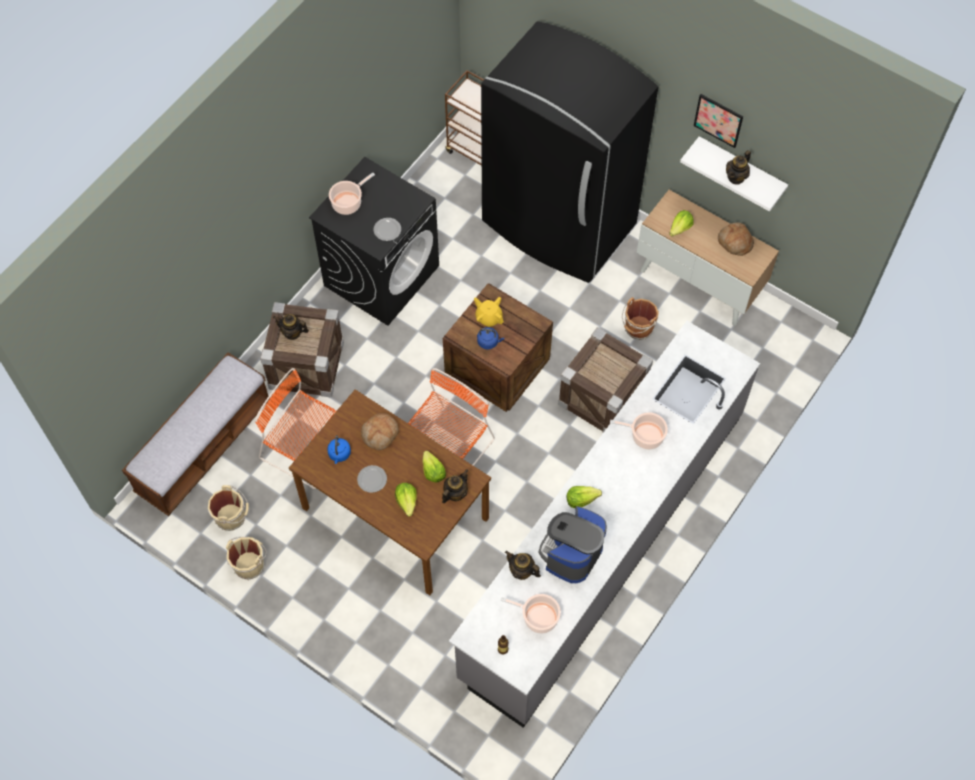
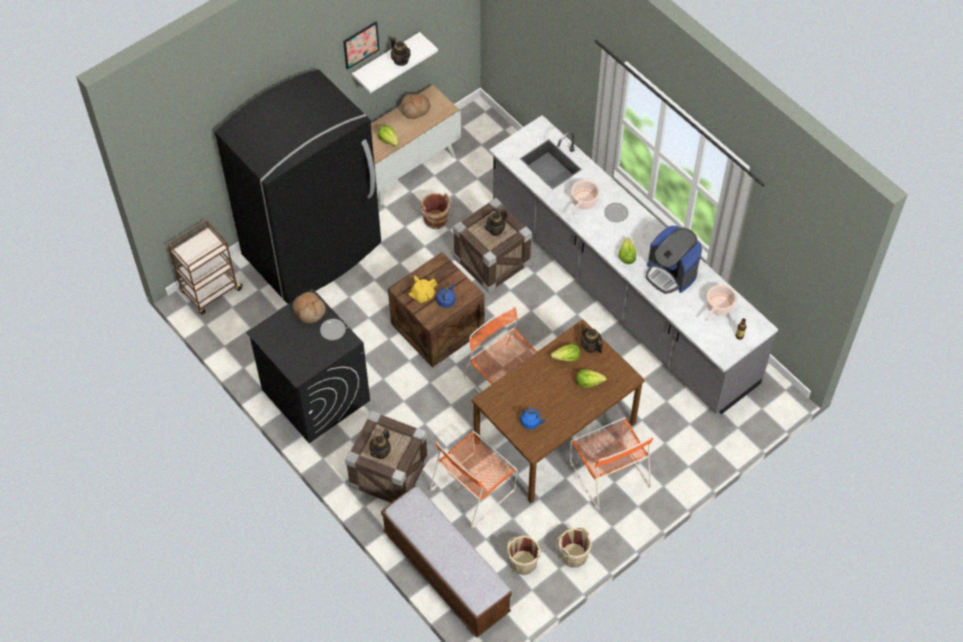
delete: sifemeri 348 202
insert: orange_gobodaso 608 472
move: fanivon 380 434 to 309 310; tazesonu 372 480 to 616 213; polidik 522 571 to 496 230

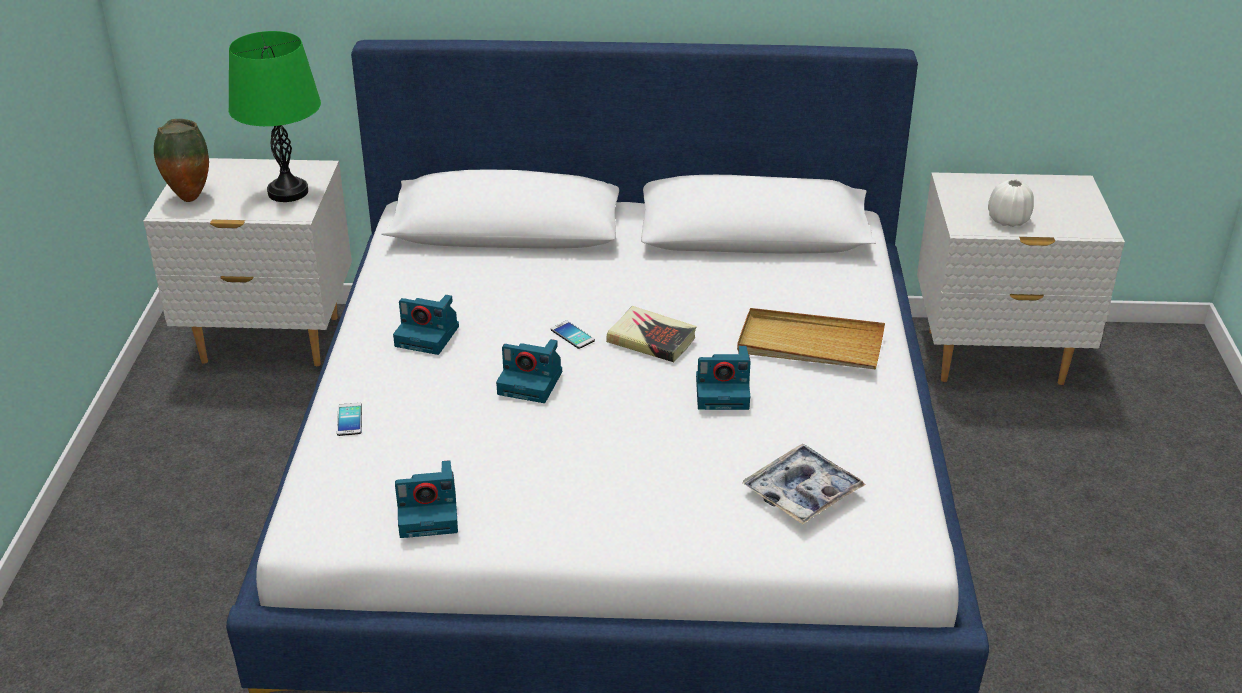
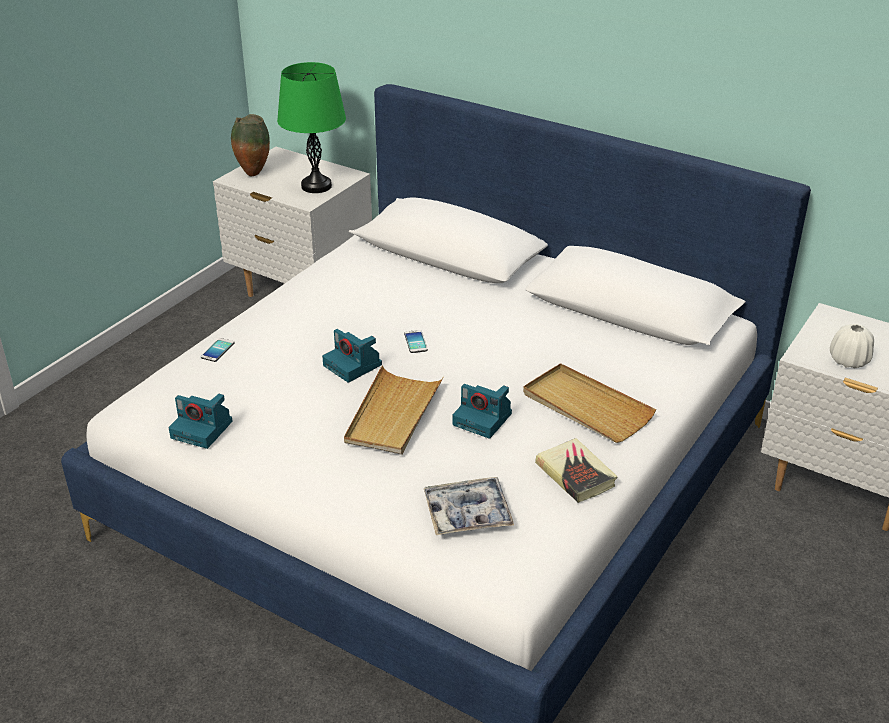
delete: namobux 429 336
insert: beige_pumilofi 393 414
move: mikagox 651 339 to 575 474

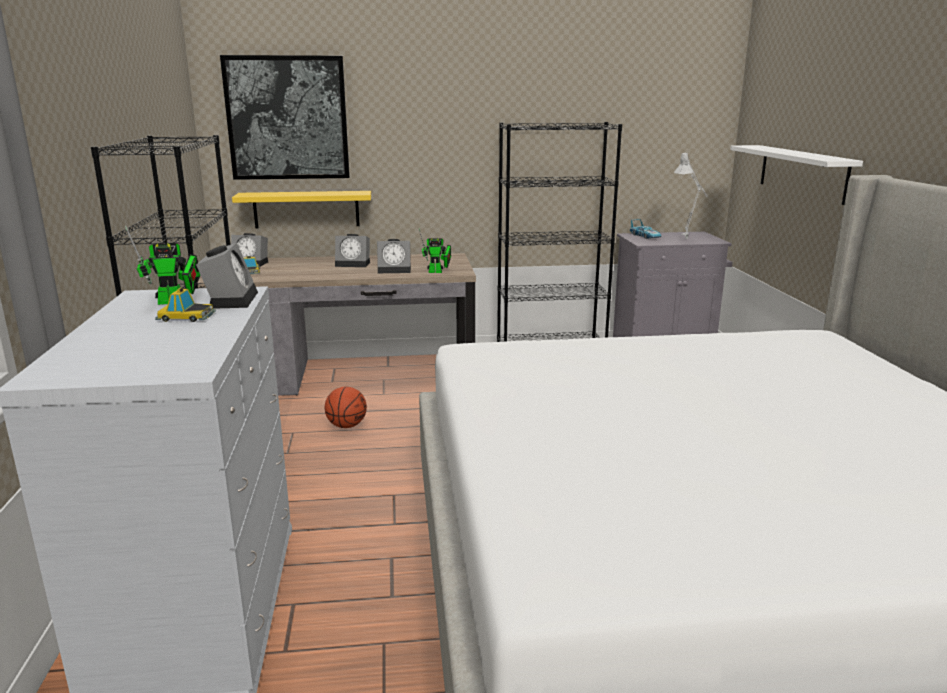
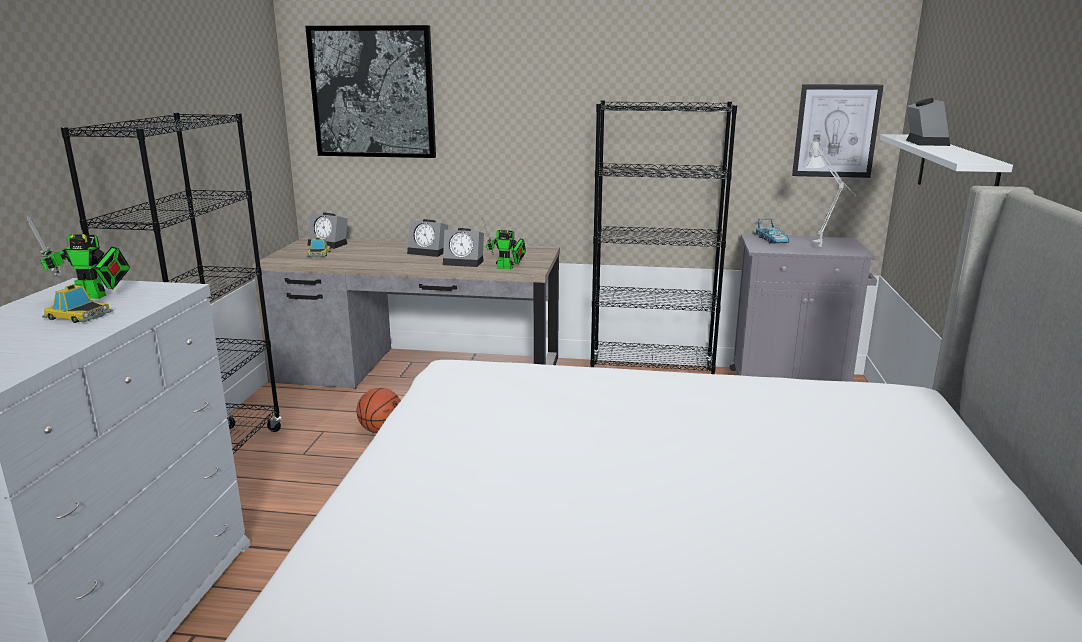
delete: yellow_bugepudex 306 209
insert: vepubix 836 131
move: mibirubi 231 299 to 924 142

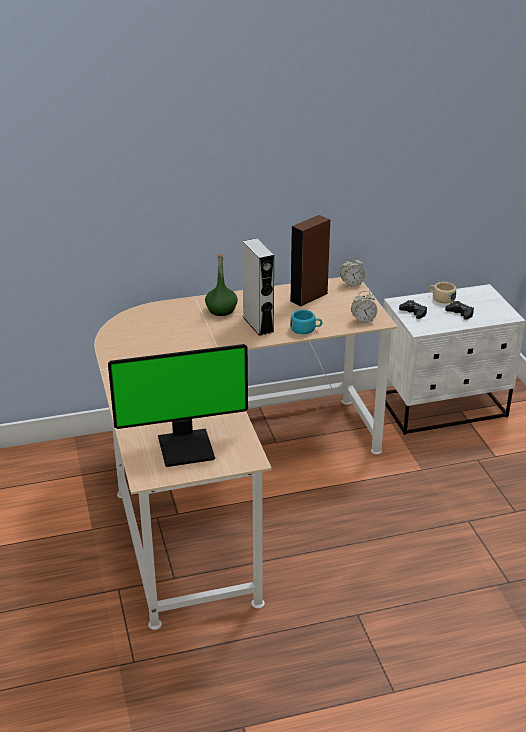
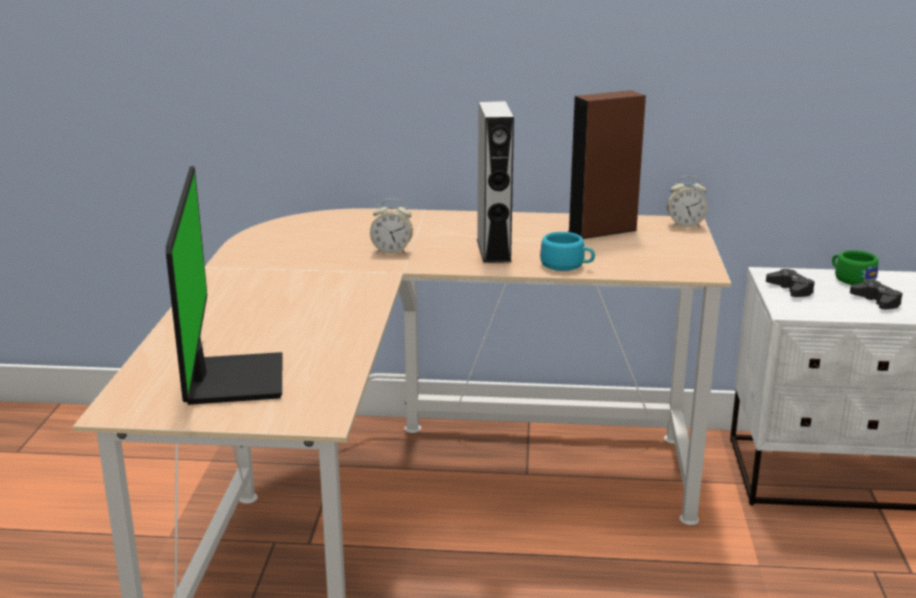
delete: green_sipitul 221 310
move: mibirubi 363 320 to 392 251
recolor: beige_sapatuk 441 298 to green_sapatuk 850 278
rotate: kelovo 186 446 = 229 380 105 degrees counterclockwise

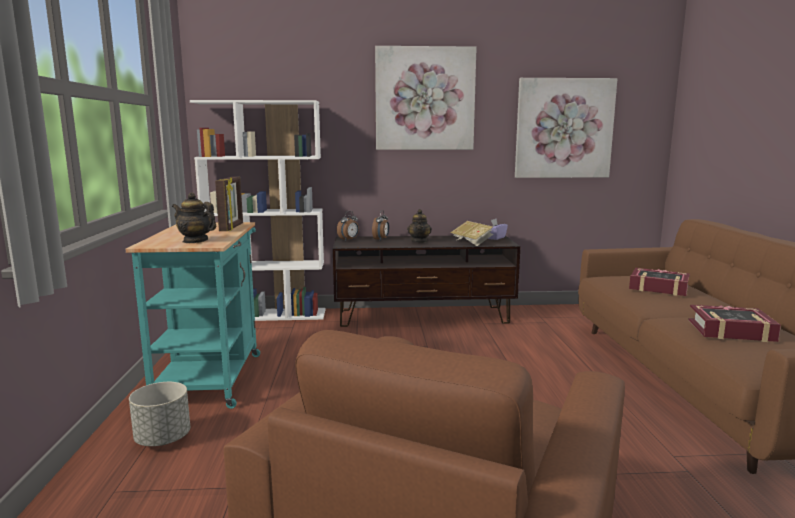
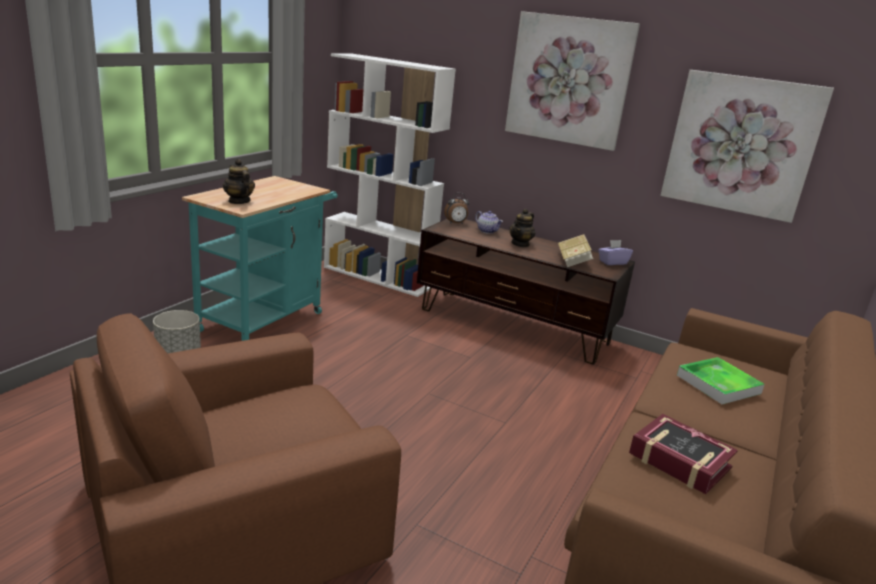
delete: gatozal 232 227
replace: mibirubi 381 239 to polidik 487 231; mikagox 658 288 to pumilofi 718 384

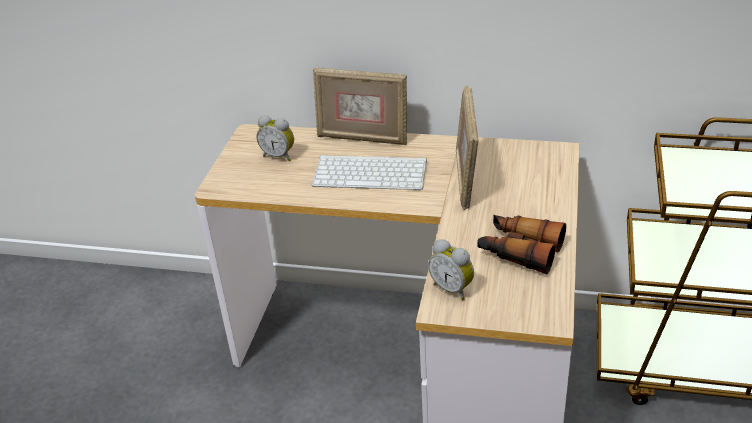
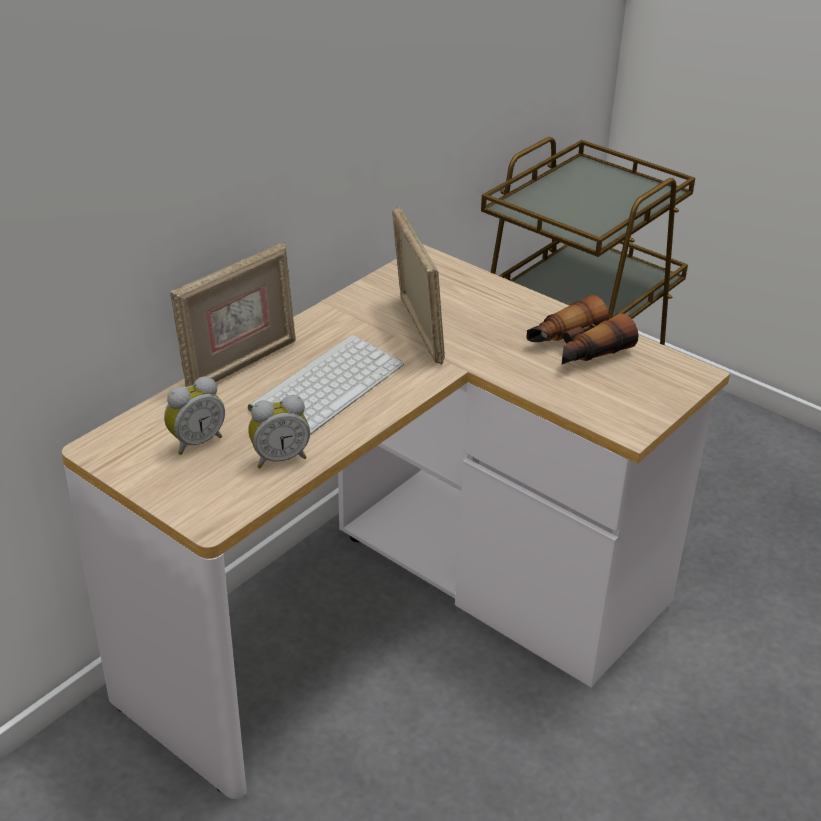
move: mibirubi 452 288 to 279 458
rotate: gatozal 466 180 = 416 330 135 degrees counterclockwise

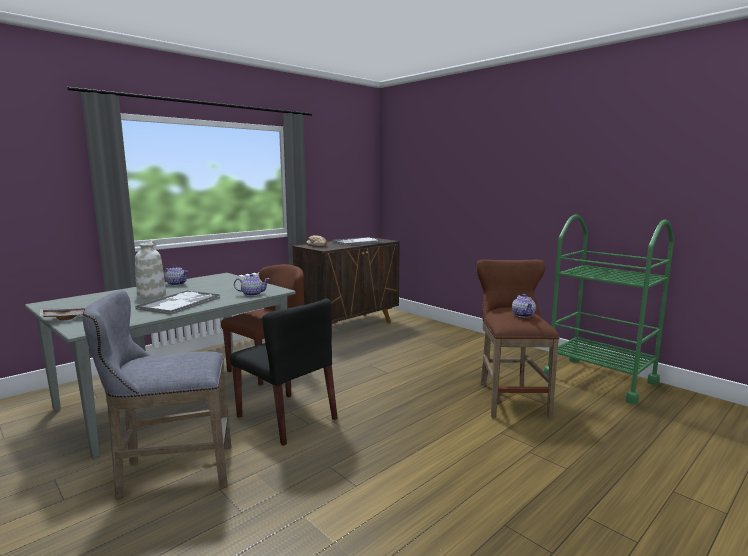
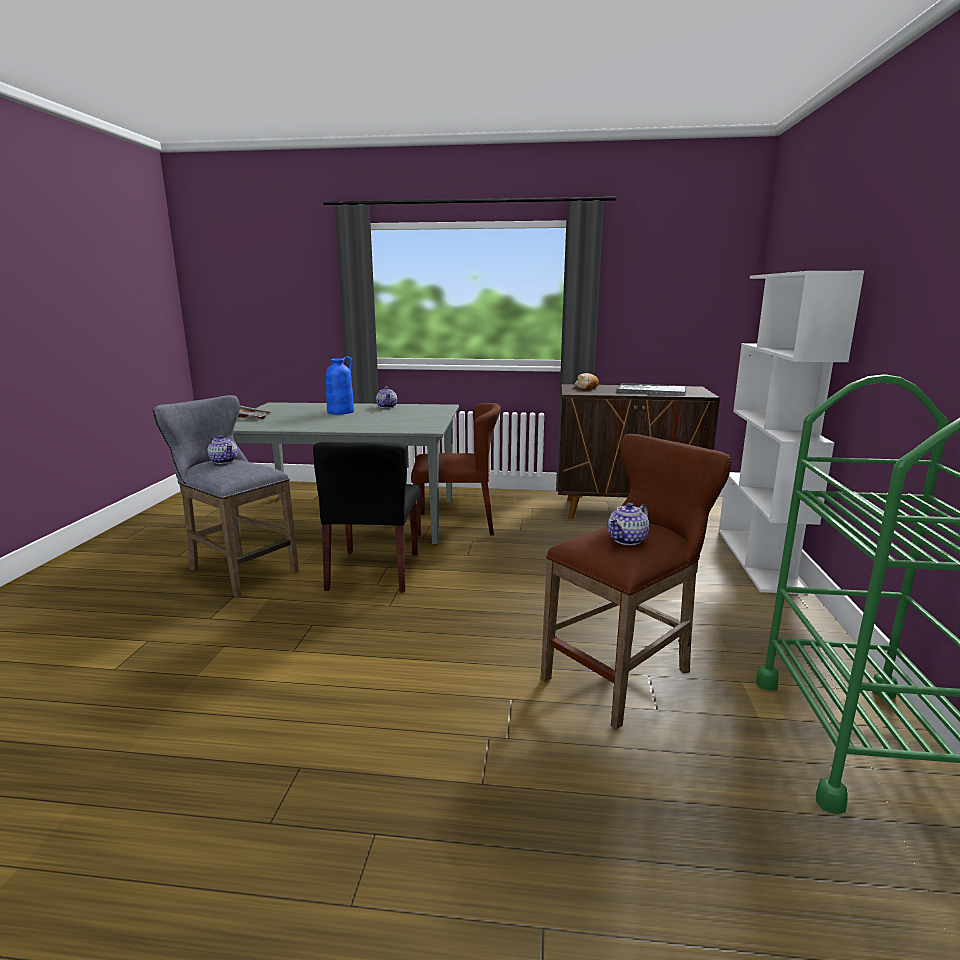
delete: pumilofi 180 303
insert: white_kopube 759 559
move: polidik 252 294 to 224 461
recolor: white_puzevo 151 295 to blue_puzevo 341 412

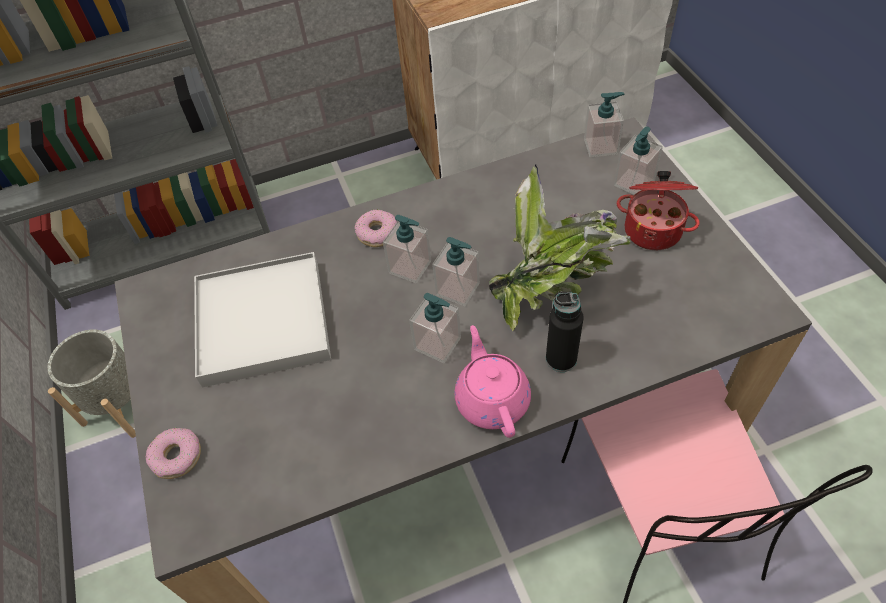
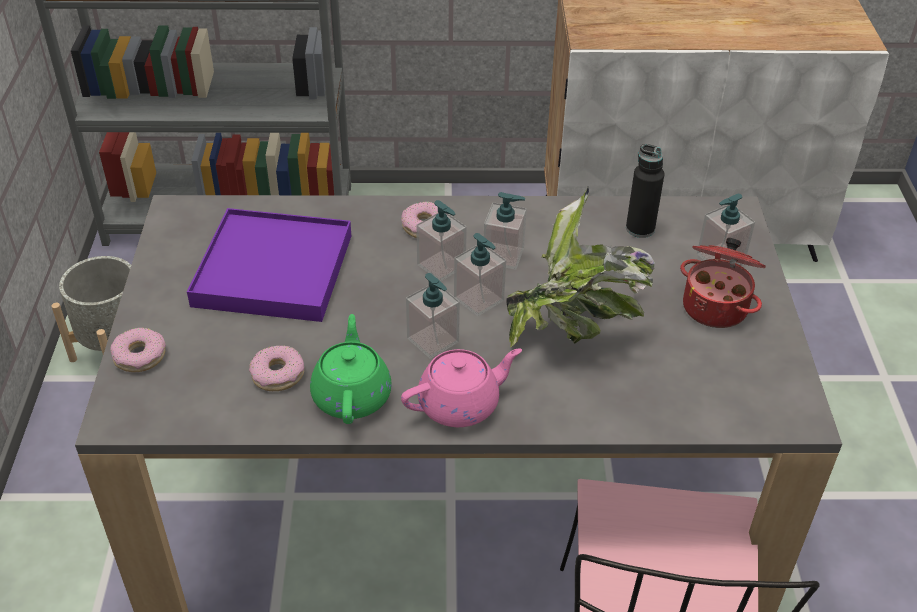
insert: green_polidik 352 395; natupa 278 374
move: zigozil 601 146 to 503 256; black_sipitul 561 359 to 640 229
recolor: white_pumilofi 262 322 to purple_pumilofi 273 270
rotate: pink_polidik 492 399 = 460 404 60 degrees clockwise

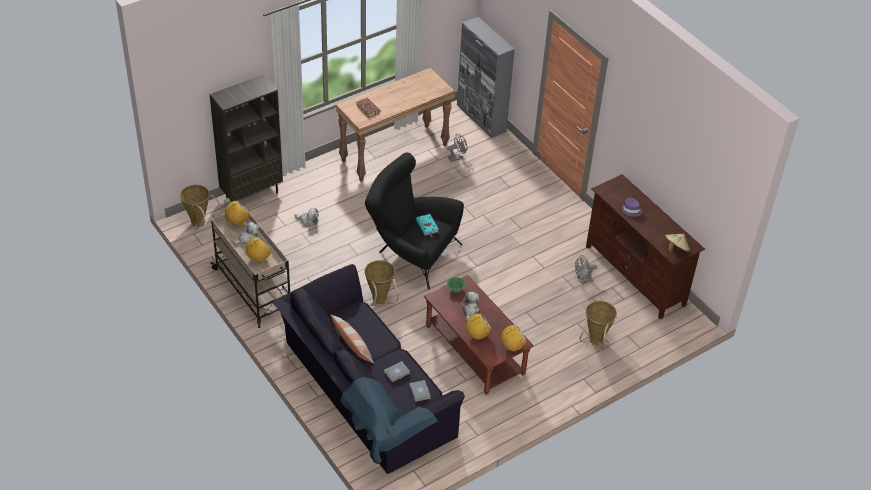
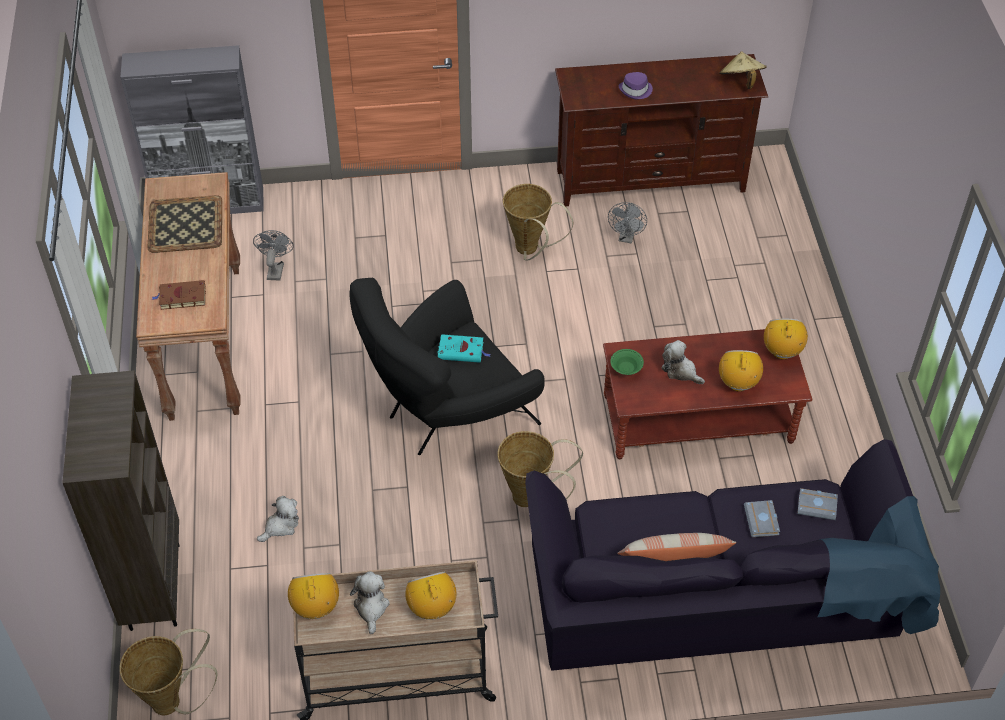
insert: pumilofi 184 225
move: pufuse 594 342 to 530 251

